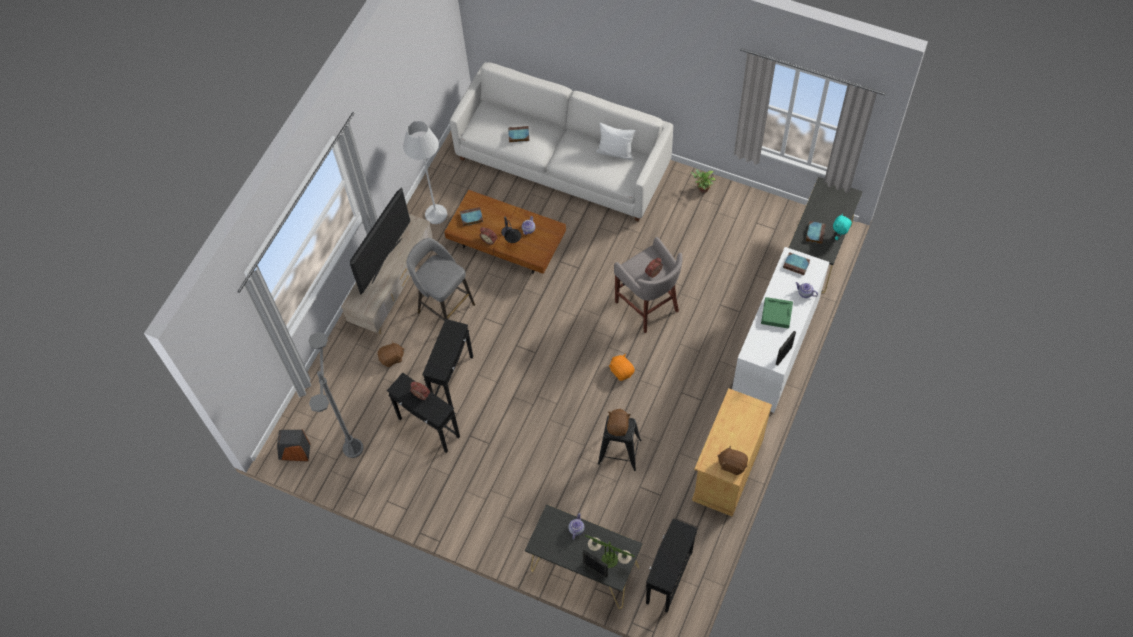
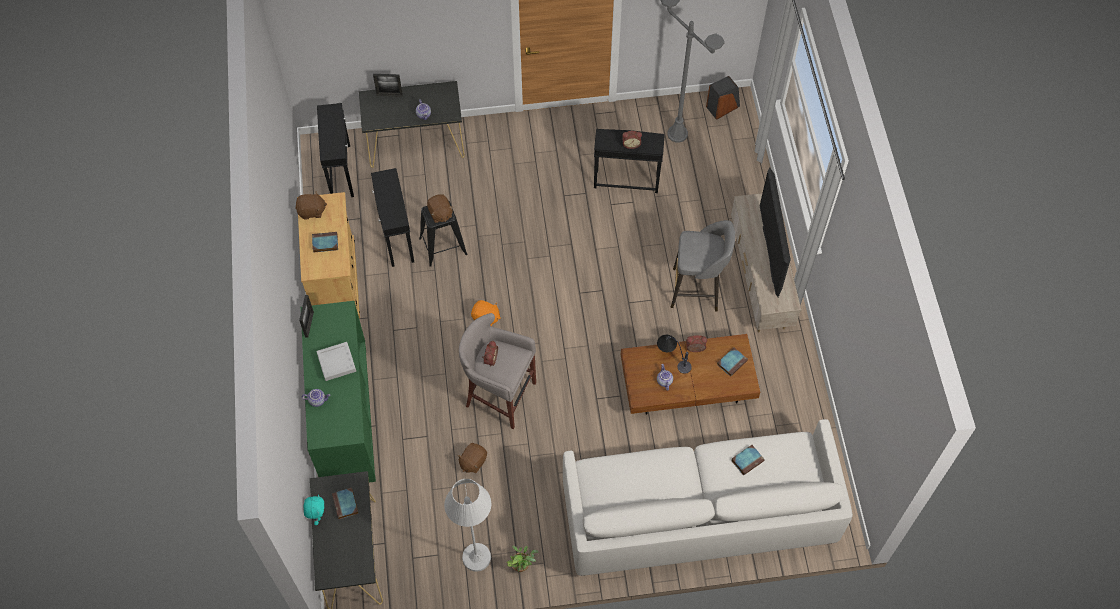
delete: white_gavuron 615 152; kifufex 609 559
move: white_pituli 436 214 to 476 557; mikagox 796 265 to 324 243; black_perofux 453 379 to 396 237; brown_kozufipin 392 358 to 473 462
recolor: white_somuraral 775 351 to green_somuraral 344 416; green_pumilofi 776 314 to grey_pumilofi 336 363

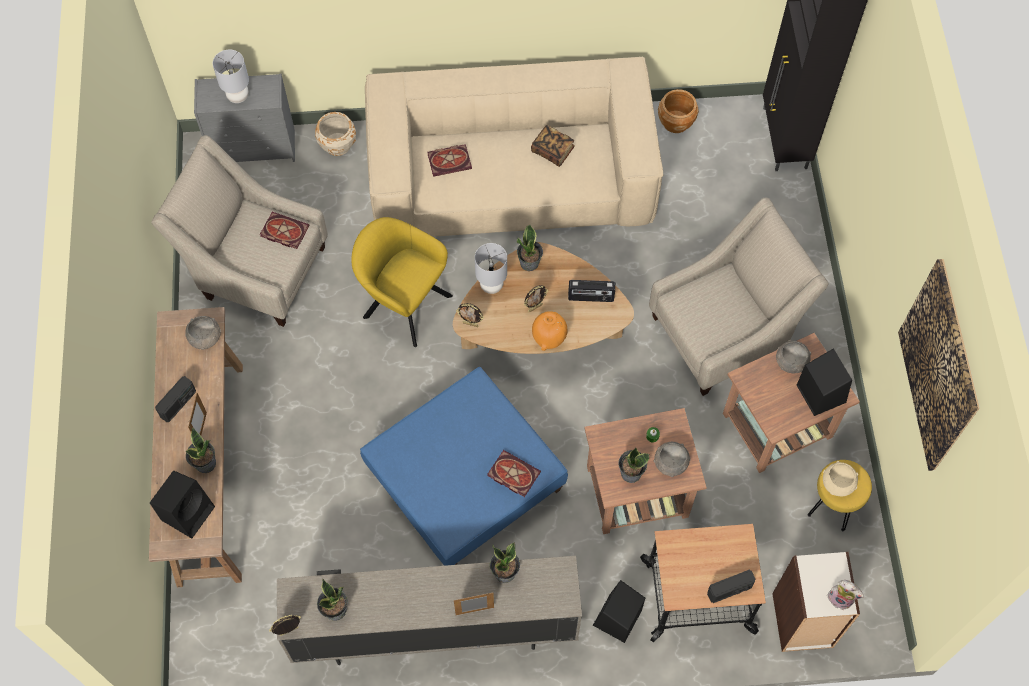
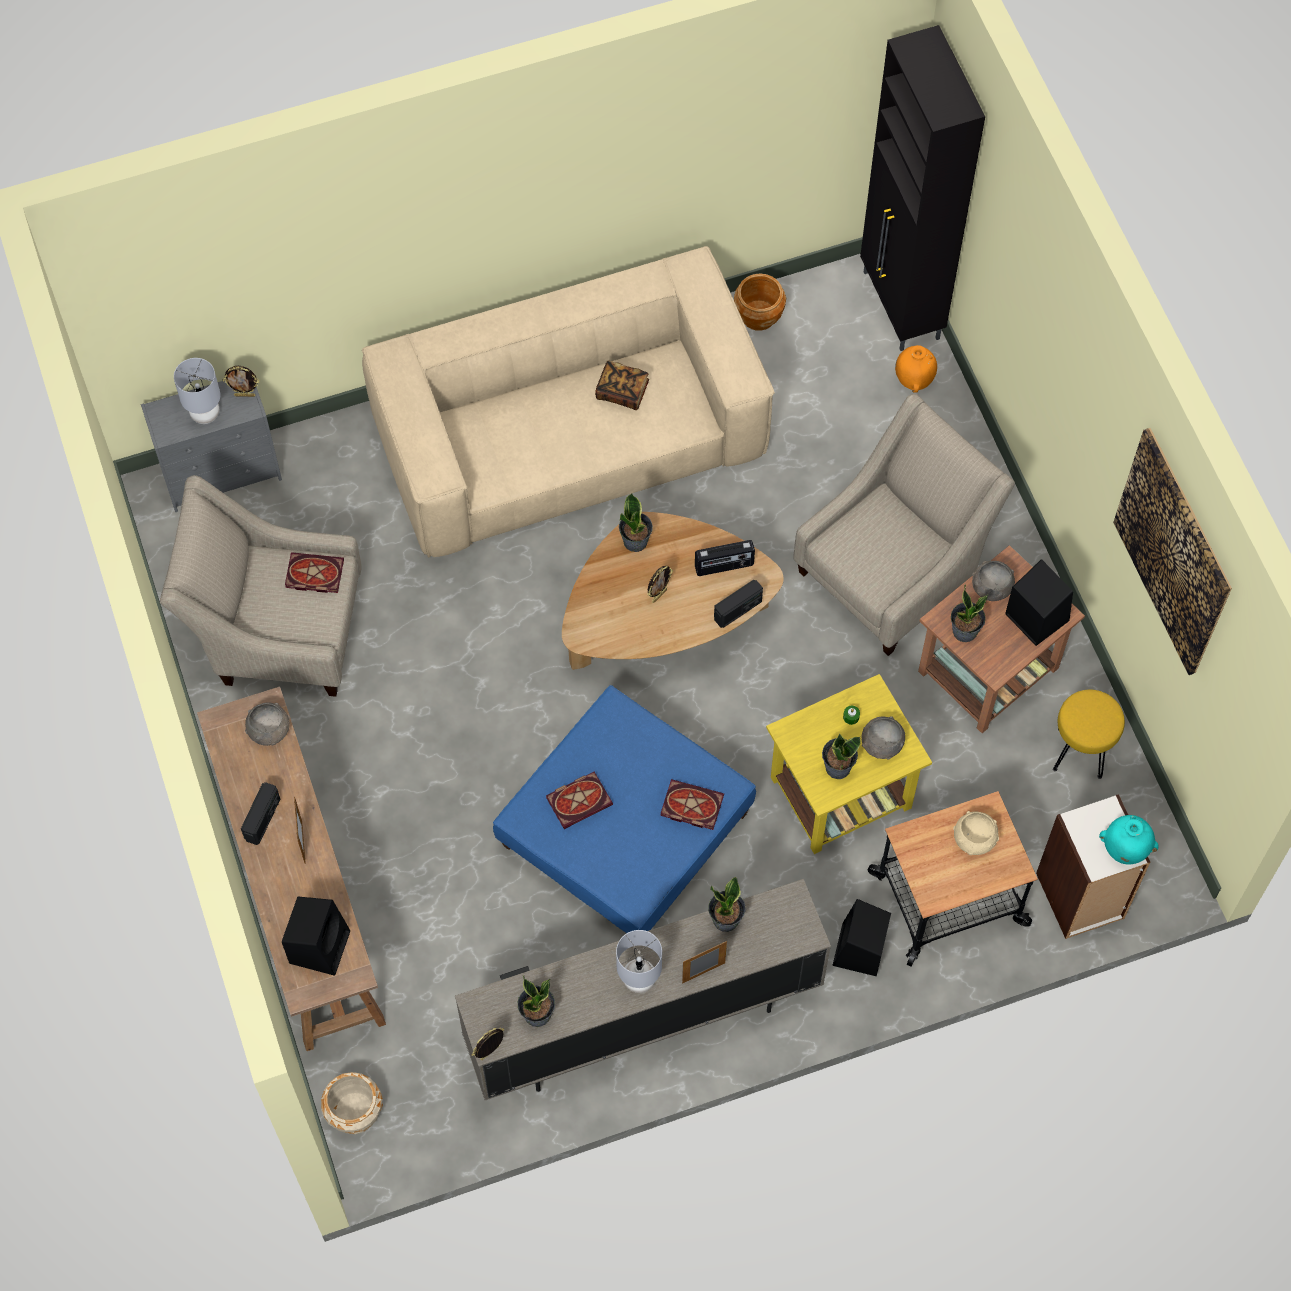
delete: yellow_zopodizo 403 303
move: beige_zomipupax 338 144 to 355 1111; mikagox 450 161 to 580 799; grey_kifufex 492 286 to 639 979; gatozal 471 324 to 245 395; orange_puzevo 549 338 to 914 379; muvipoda 205 464 to 964 631; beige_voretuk 838 484 to 975 839; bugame 729 590 to 738 610
replace: kozufipin 841 598 to turquoise_puzevo 1124 849
recolor: brown_perofux 635 492 to yellow_perofux 839 793

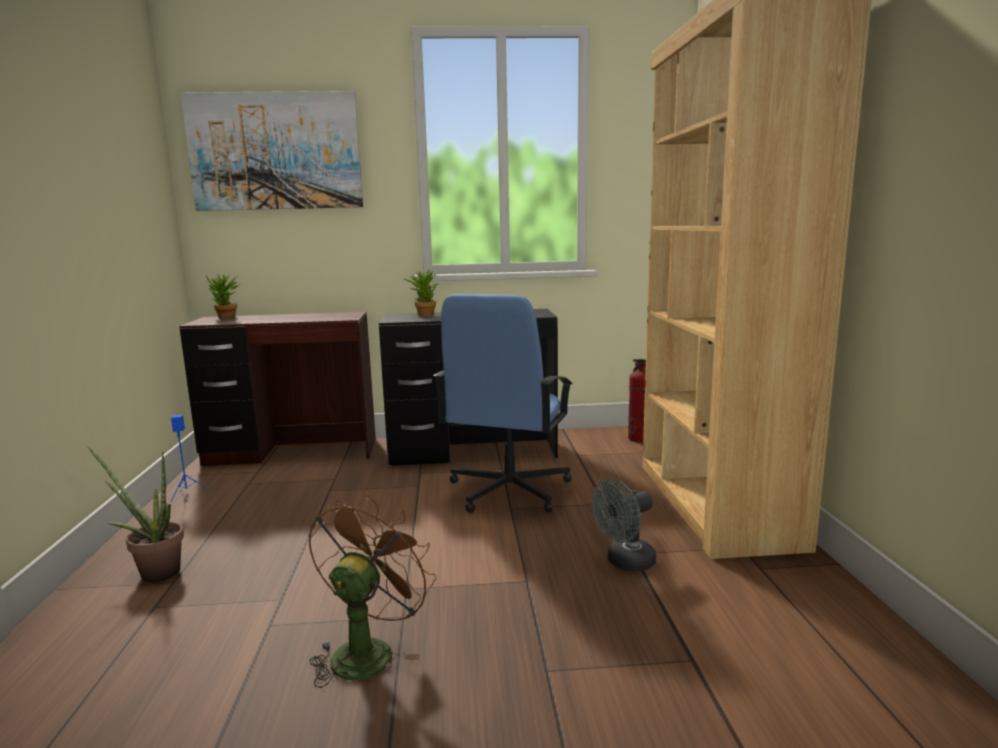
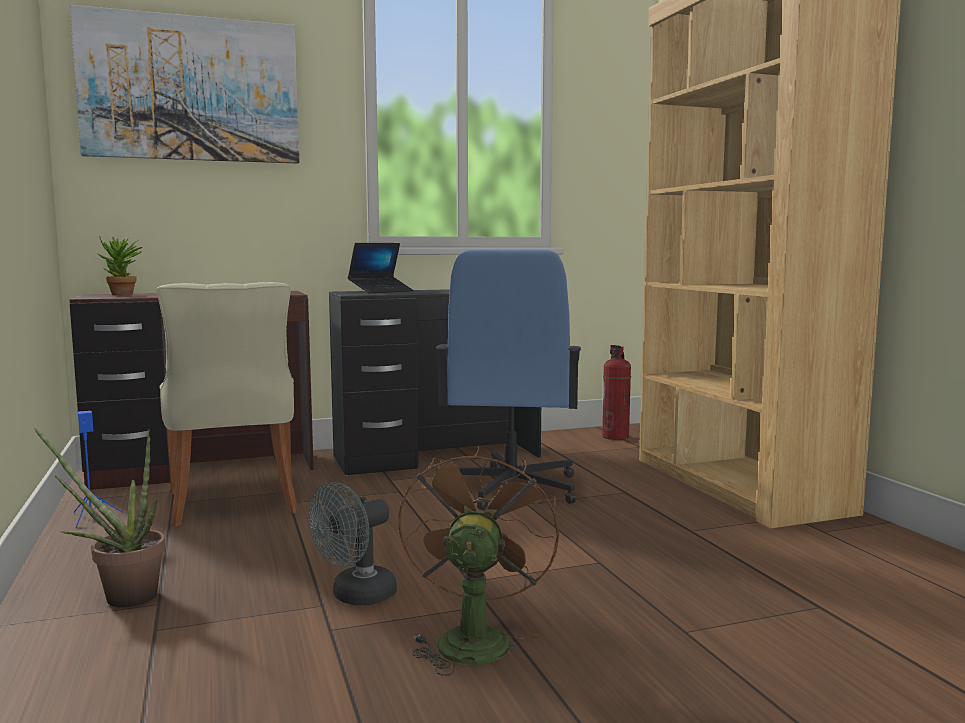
insert: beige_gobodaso 234 504
move: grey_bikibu 625 563 to 356 597
replace: muvipoda 423 315 to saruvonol 381 291

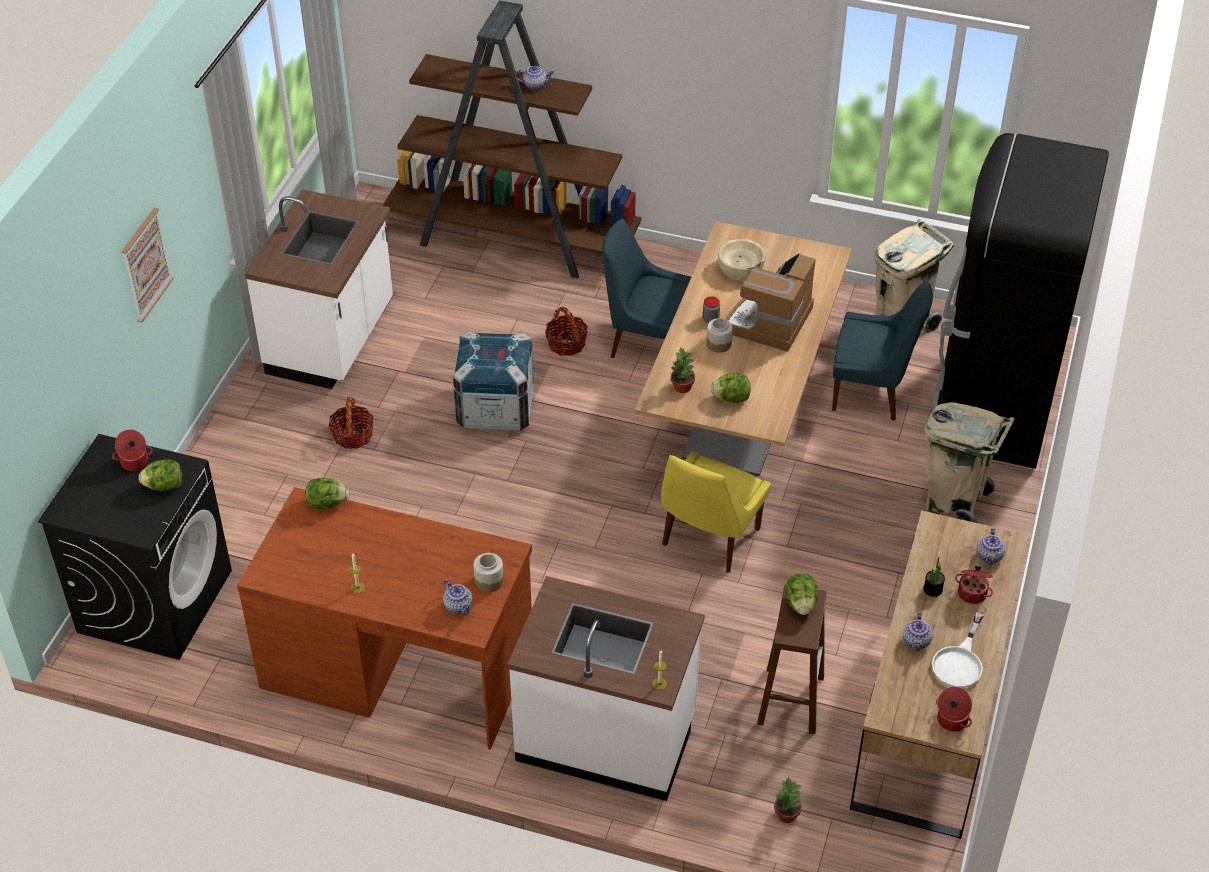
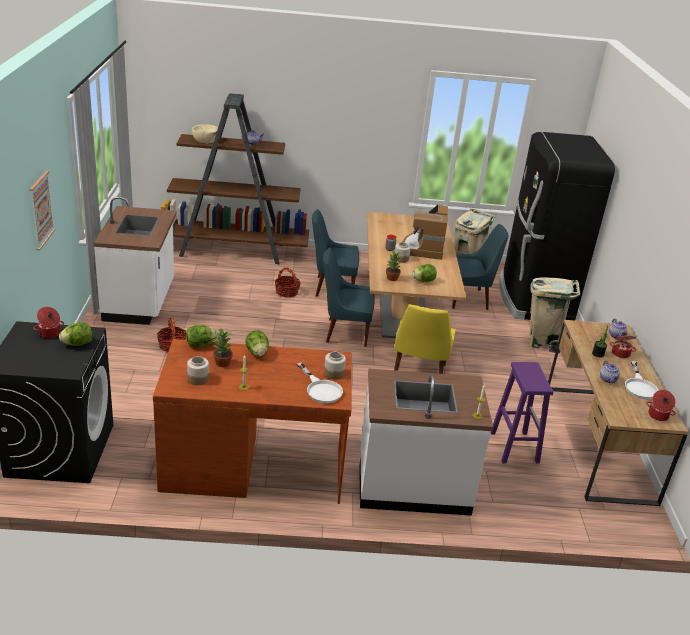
delete: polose 495 408
insert: blue_gobodaso 345 332; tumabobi 198 379
move: beige_voretuk 741 269 to 205 140; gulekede 801 603 to 257 353; muvipoda 786 815 to 222 363
replace: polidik 459 606 to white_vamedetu 321 389
recolor: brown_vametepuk 790 698 to purple_vametepuk 513 446

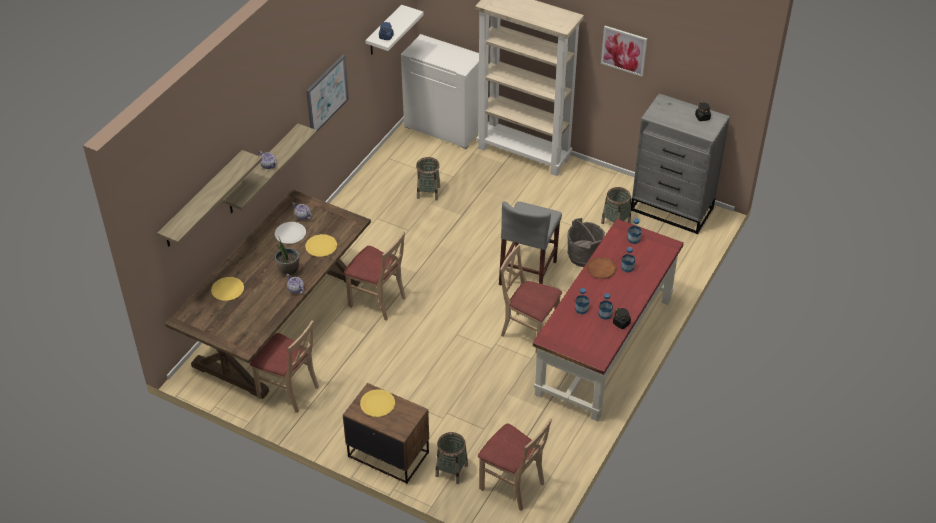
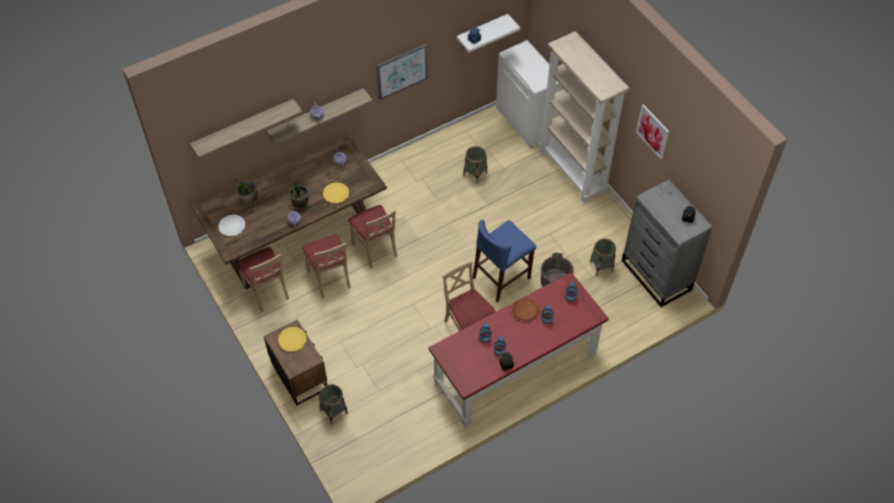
move: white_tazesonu 290 233 to 231 226; beige_gobodaso 512 485 to 329 278
replace: yellow_tazesonu 227 289 to muvipoda 249 199
recolor: grey_vametepuk 528 273 to blue_vametepuk 501 278

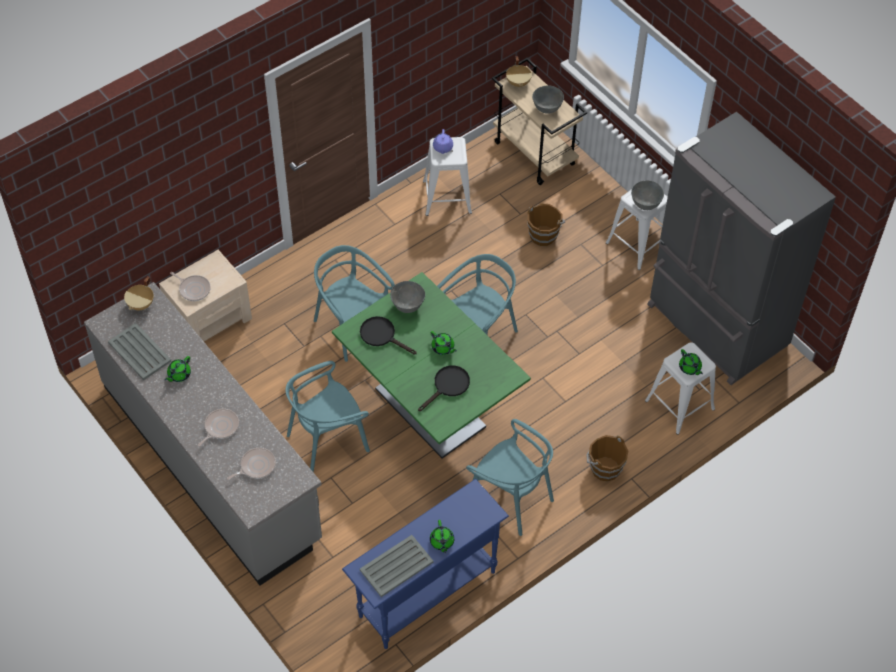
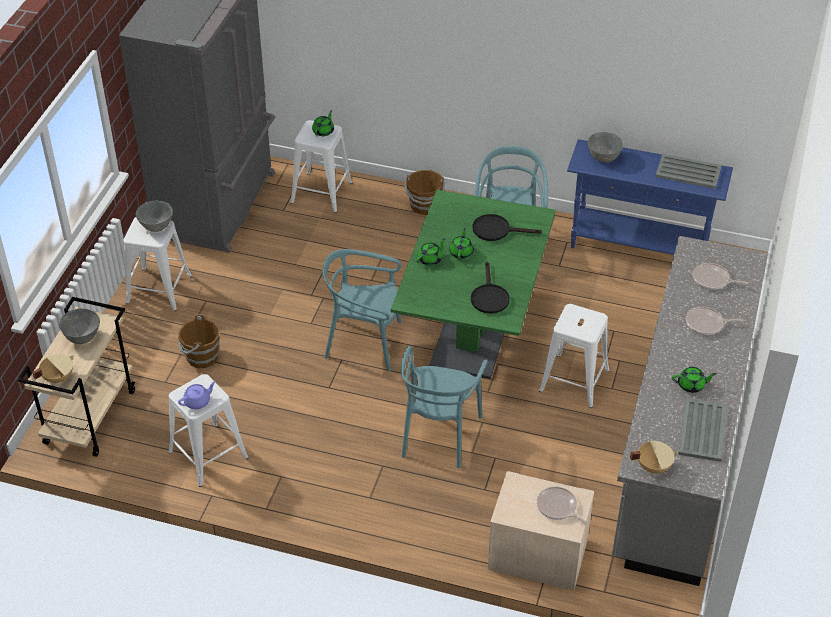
move: grey_voretuk 407 306 to 604 158; green_polidik 441 542 to 430 259
replace: turquoise_gobodaso 327 440 to white_vametepuk 574 380
rotate: vamedetu 193 289 = 558 507 45 degrees counterclockwise

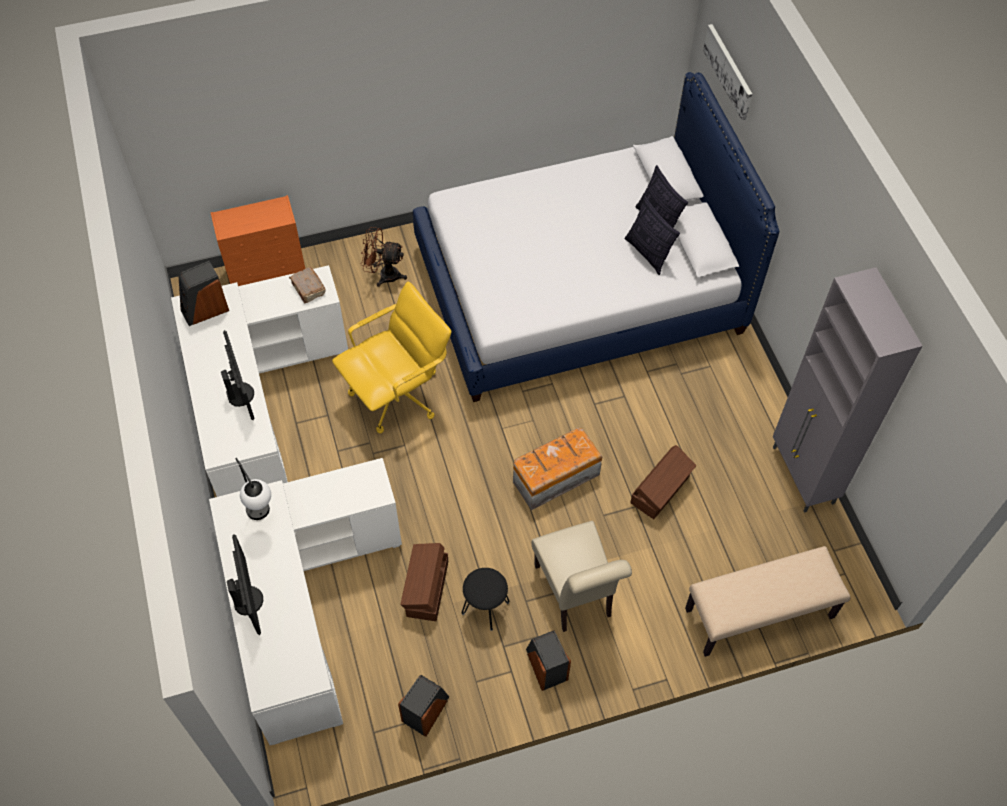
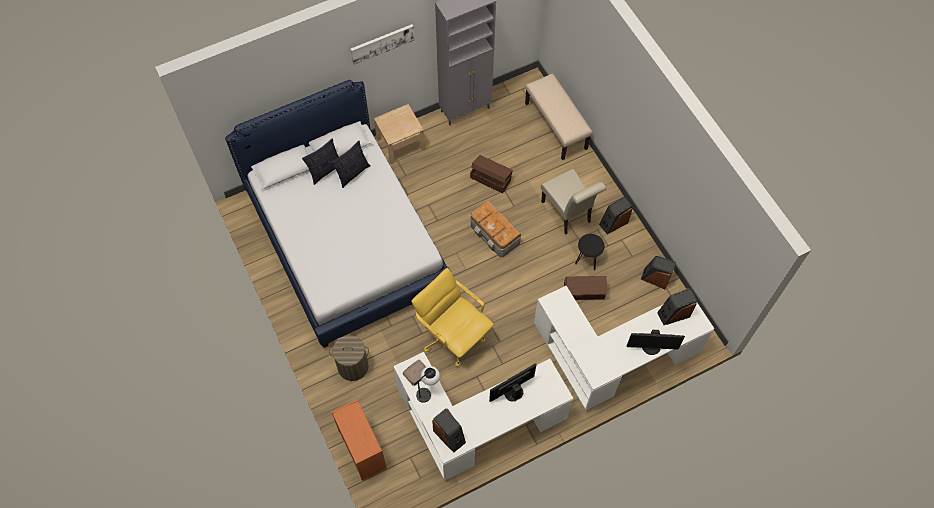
insert: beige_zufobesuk 400 143; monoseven 673 314
move: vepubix 729 71 to 382 43; kifufex 262 517 to 428 391
replace: brown_bikibu 384 275 to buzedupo 353 366
rotate: beige_gobodaso 575 595 = 568 214 90 degrees clockwise; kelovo 249 599 = 651 347 150 degrees counterclockwise

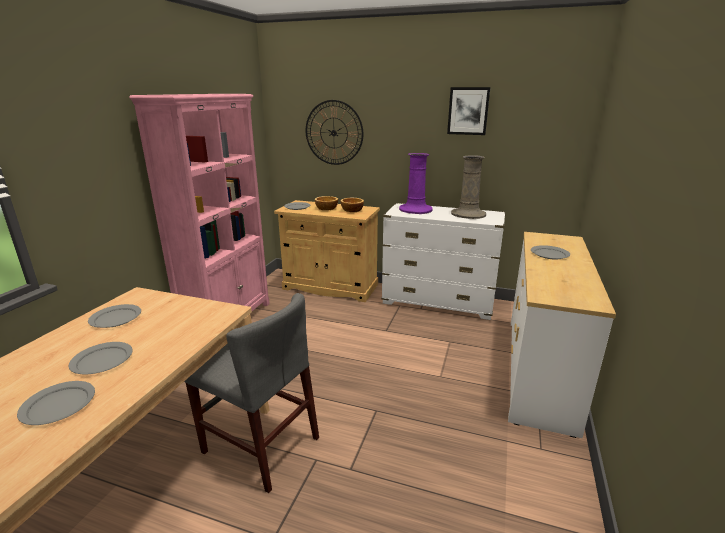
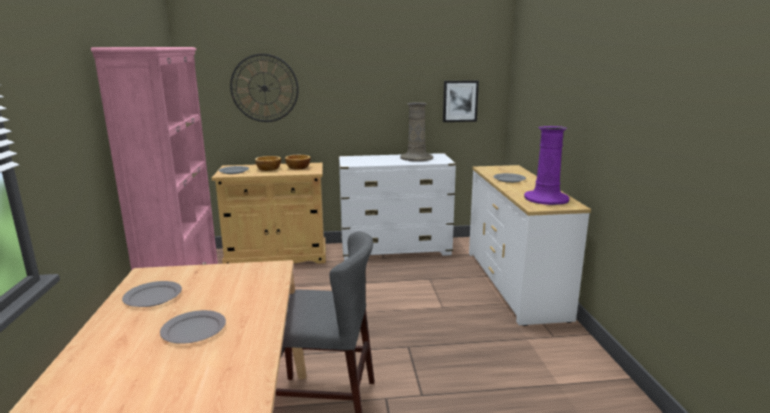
delete: grey_tazesonu 58 405
move: vepubix 468 111 to 460 101; purple_puzevo 415 209 to 546 199

